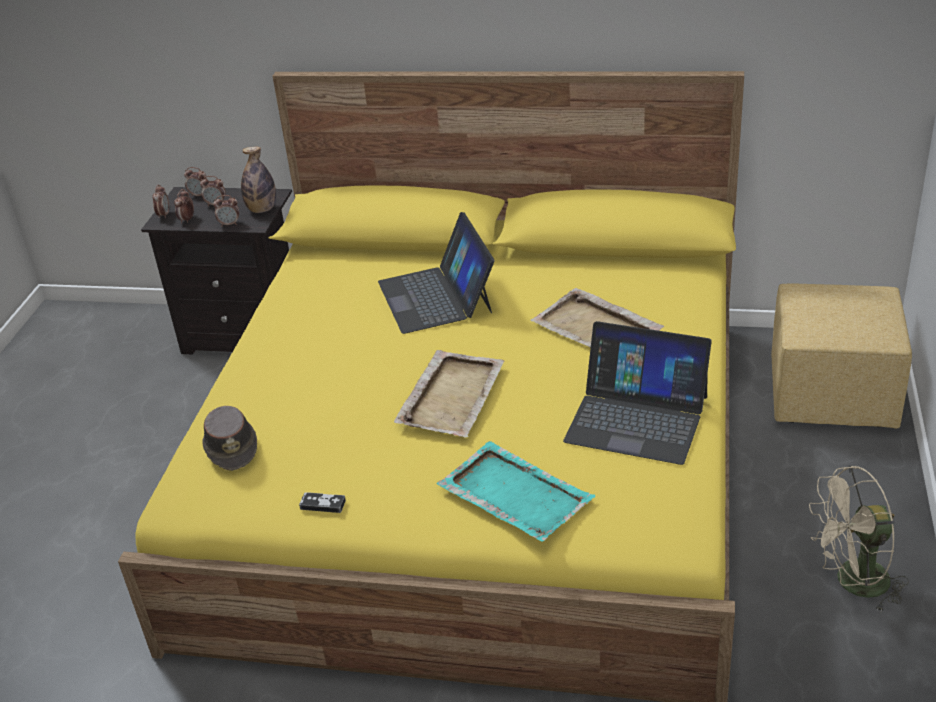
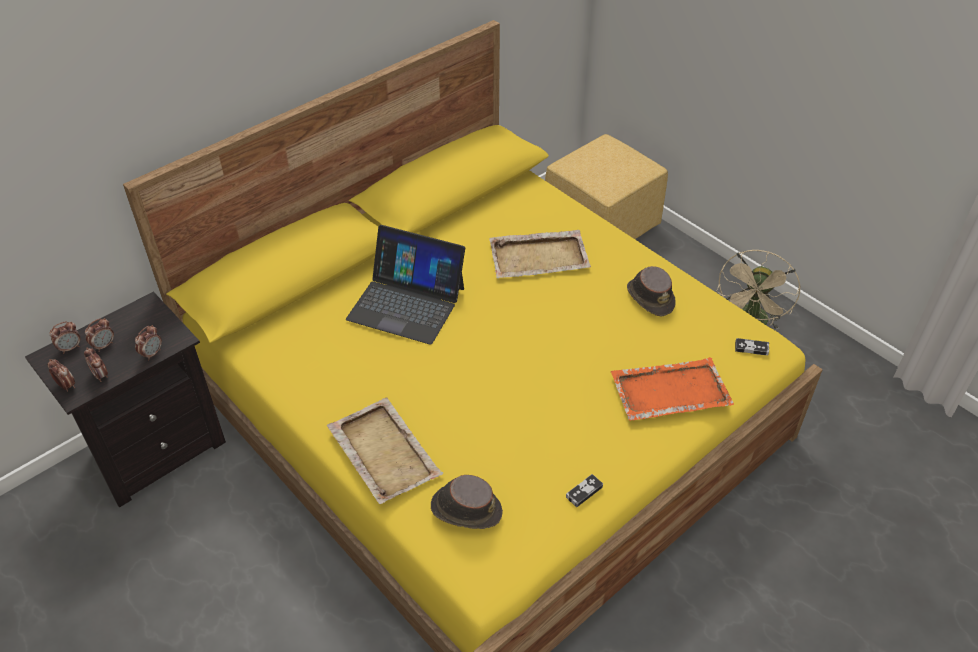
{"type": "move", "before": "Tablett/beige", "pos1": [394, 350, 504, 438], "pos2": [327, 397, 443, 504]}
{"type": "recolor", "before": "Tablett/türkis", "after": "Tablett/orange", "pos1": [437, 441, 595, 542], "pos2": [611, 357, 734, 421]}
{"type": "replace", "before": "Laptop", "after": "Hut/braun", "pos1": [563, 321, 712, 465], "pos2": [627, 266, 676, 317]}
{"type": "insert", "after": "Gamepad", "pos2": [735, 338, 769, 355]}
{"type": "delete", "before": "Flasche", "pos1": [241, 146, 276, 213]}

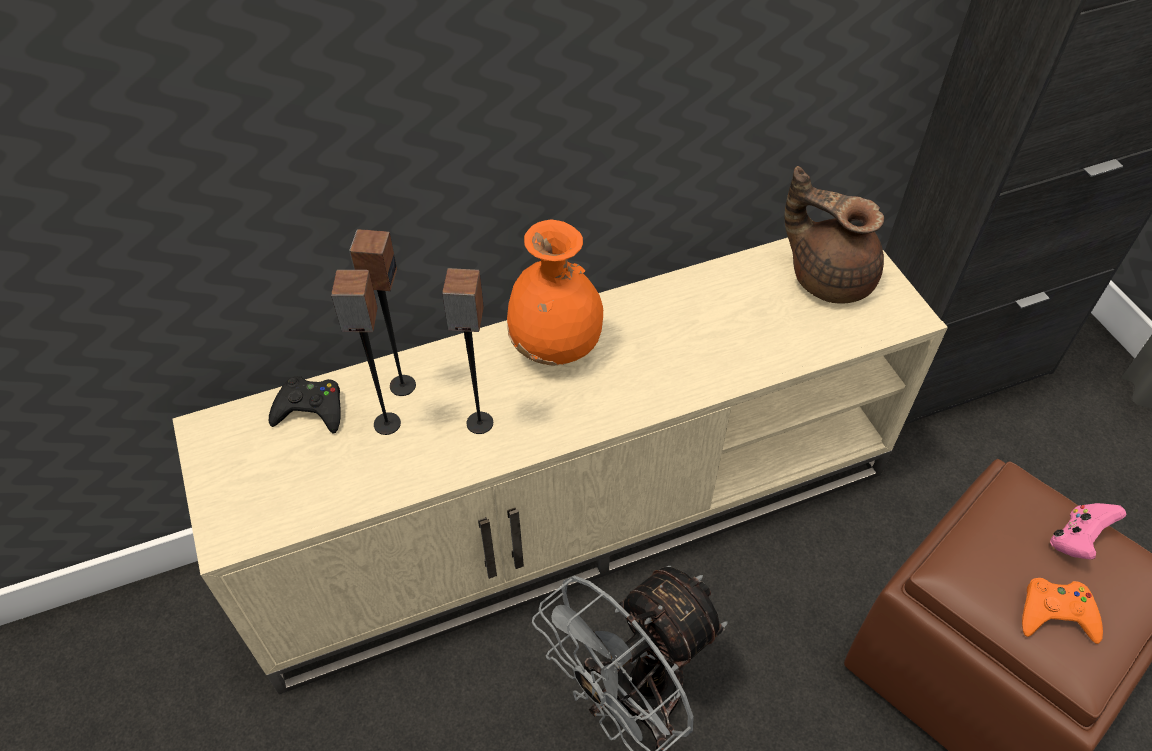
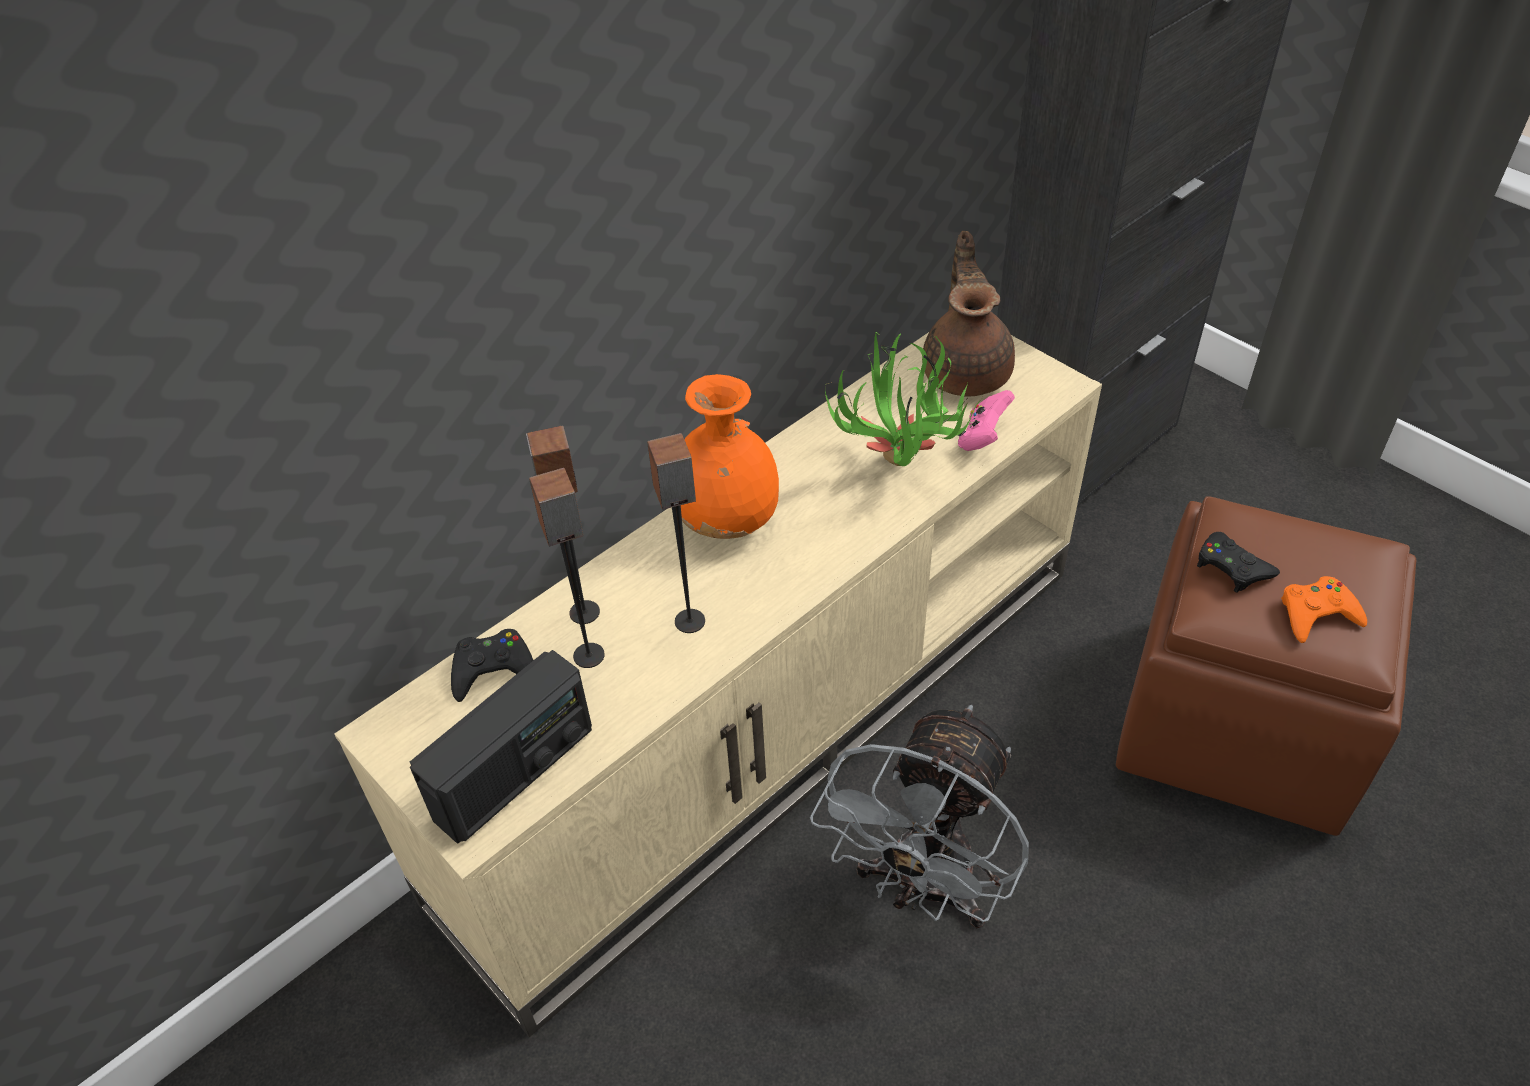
{"type": "insert", "after": "Radio", "pos2": [410, 650, 592, 843]}
{"type": "insert", "after": "Topfpflanze", "pos2": [825, 332, 983, 466]}
{"type": "rotate", "before": "Teekanne/braun", "pos1": [784, 166, 884, 304], "pos2": [922, 231, 1015, 396], "turn": 75}
{"type": "move", "before": "Gamepad/rosa", "pos1": [1050, 503, 1126, 560], "pos2": [958, 390, 1015, 451]}
{"type": "insert", "after": "Gamepad/schwarz", "pos2": [1197, 532, 1280, 593]}

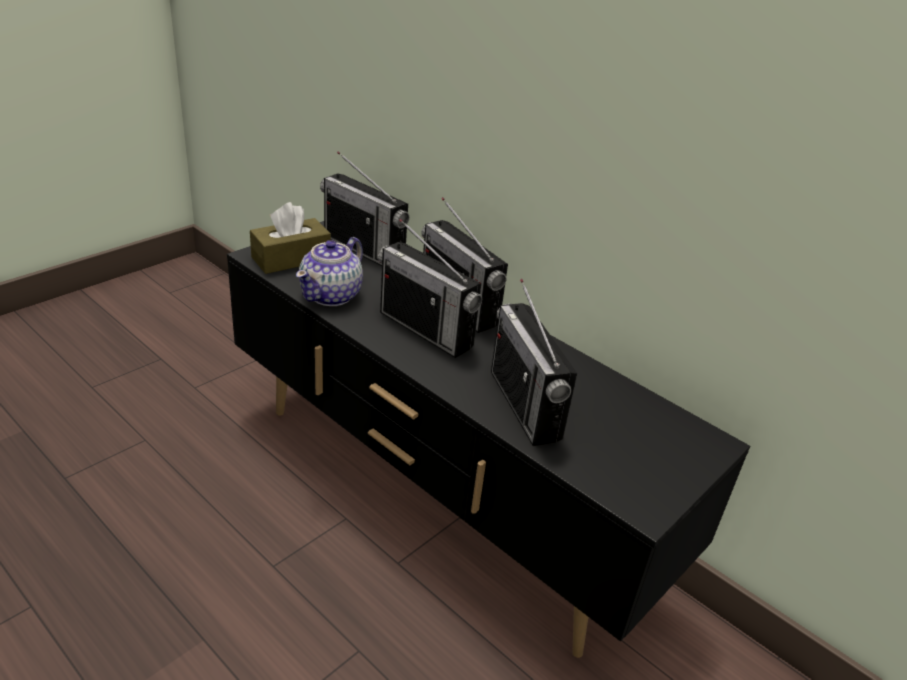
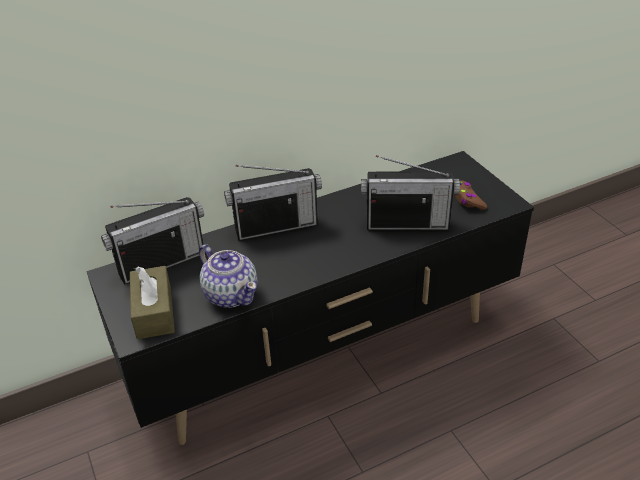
{"type": "insert", "after": "Gamepad/braun", "pos2": [454, 180, 487, 210]}
{"type": "delete", "before": "Radio", "pos1": [378, 219, 482, 358]}

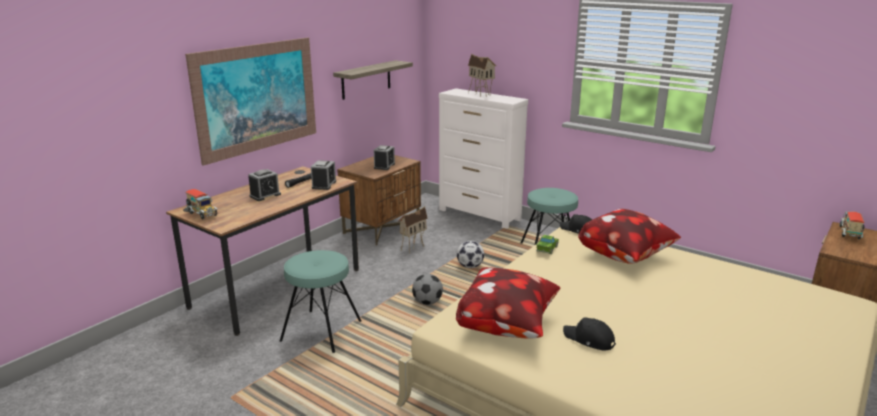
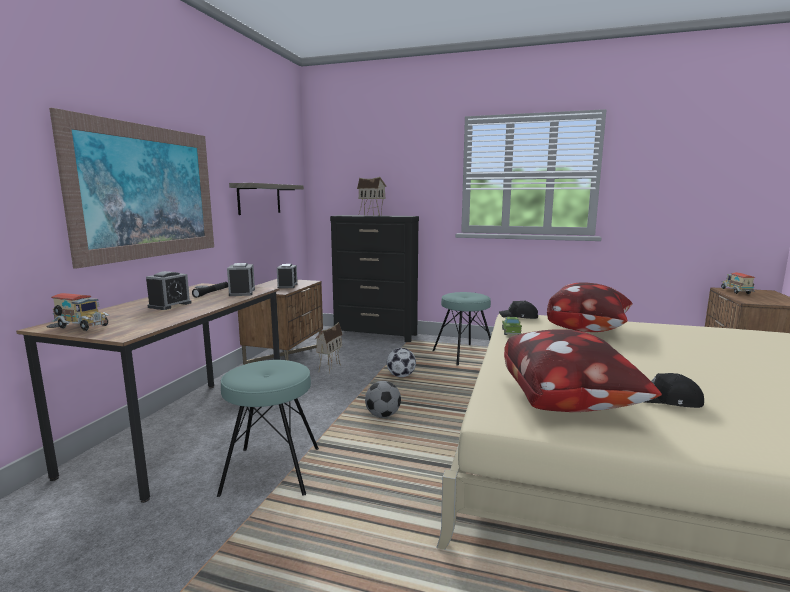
{"type": "recolor", "before": "Kommode/weiß", "after": "Kommode/schwarz", "pos1": [439, 88, 528, 229], "pos2": [330, 215, 419, 342]}

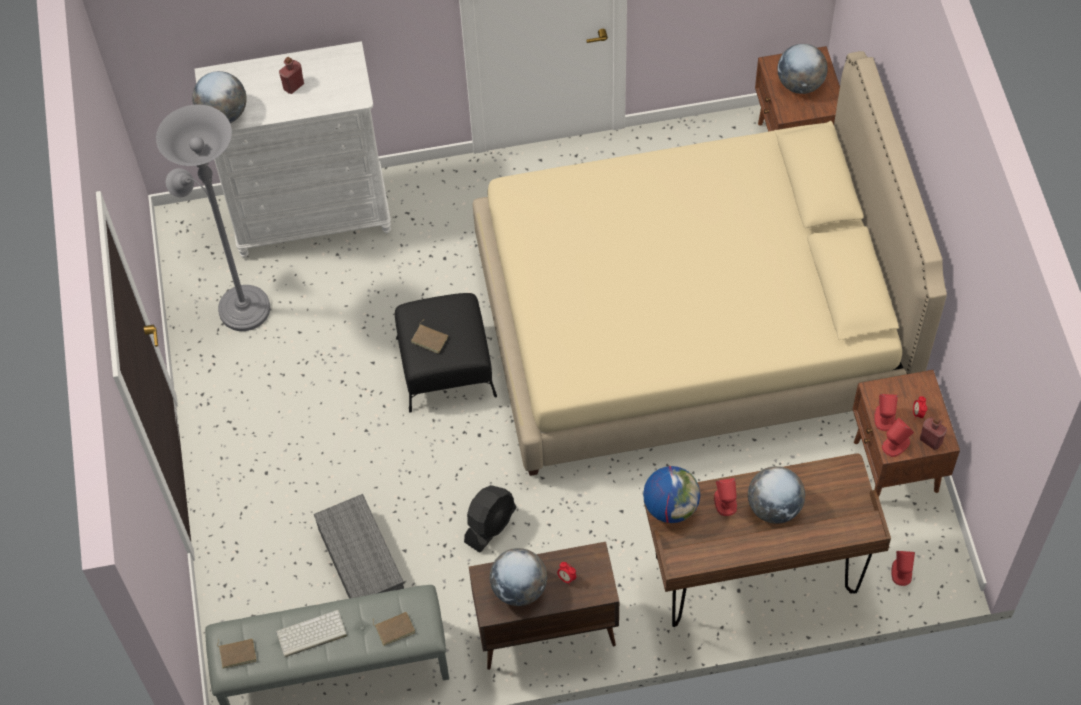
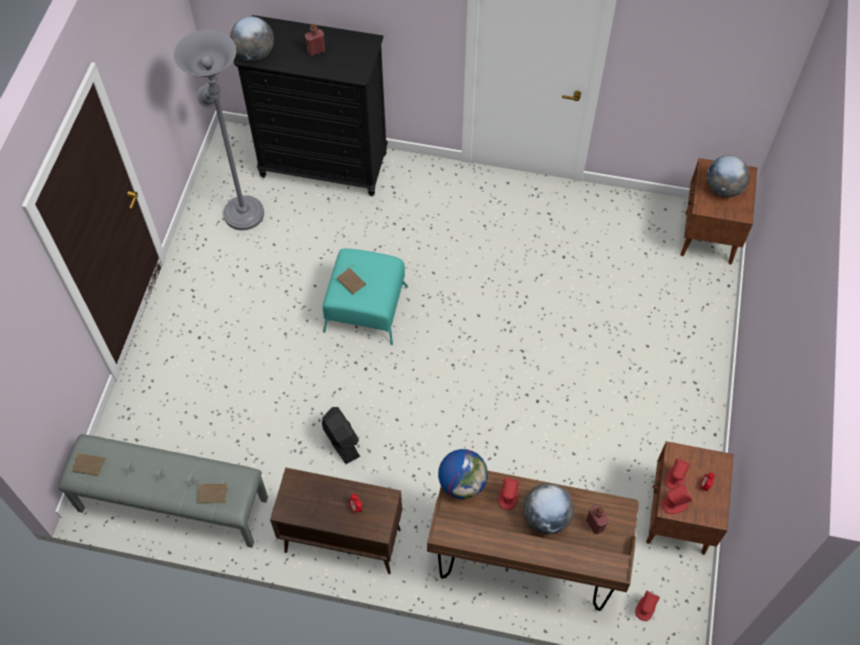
{"type": "recolor", "before": "Kommode/weiß", "after": "Kommode/schwarz", "pos1": [195, 41, 391, 258], "pos2": [234, 15, 388, 196]}
{"type": "rotate", "before": "Ventilator/schwarz", "pos1": [464, 485, 517, 553], "pos2": [322, 407, 360, 464], "turn": -90}
{"type": "recolor", "before": "Polsterhocker/schwarz", "after": "Polsterhocker/türkis", "pos1": [395, 293, 497, 413], "pos2": [323, 248, 408, 345]}
{"type": "move", "before": "Flasche/rot", "pos1": [920, 417, 947, 450], "pos2": [586, 505, 609, 534]}
{"type": "delete", "before": "Tastatur", "pos1": [276, 610, 347, 657]}
{"type": "delete", "before": "Aufbewahrungsbox/grau", "pos1": [314, 494, 404, 599]}
{"type": "delete", "before": "Bett/beige", "pos1": [472, 51, 947, 476]}
{"type": "delete", "before": "Globus", "pos1": [490, 548, 547, 606]}

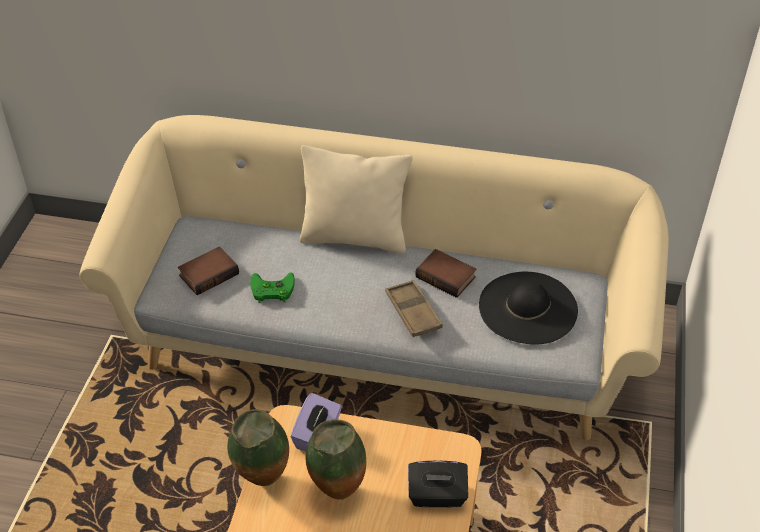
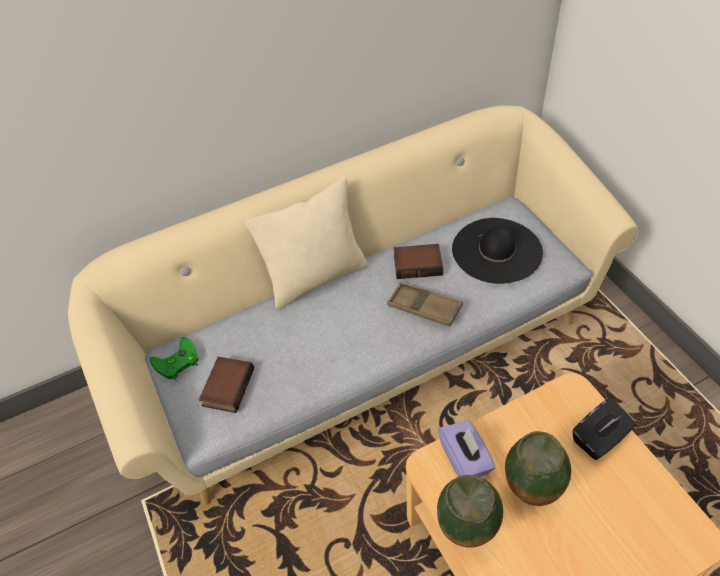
{"type": "move", "before": "Gamepad/grün", "pos1": [250, 272, 295, 303], "pos2": [150, 337, 198, 380]}

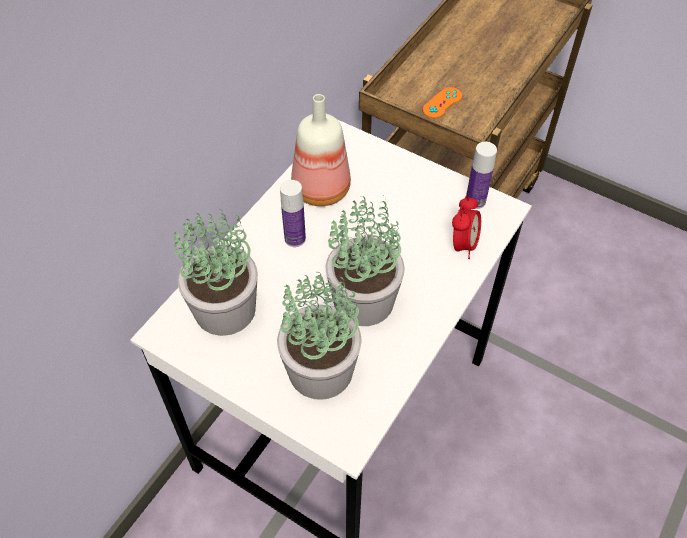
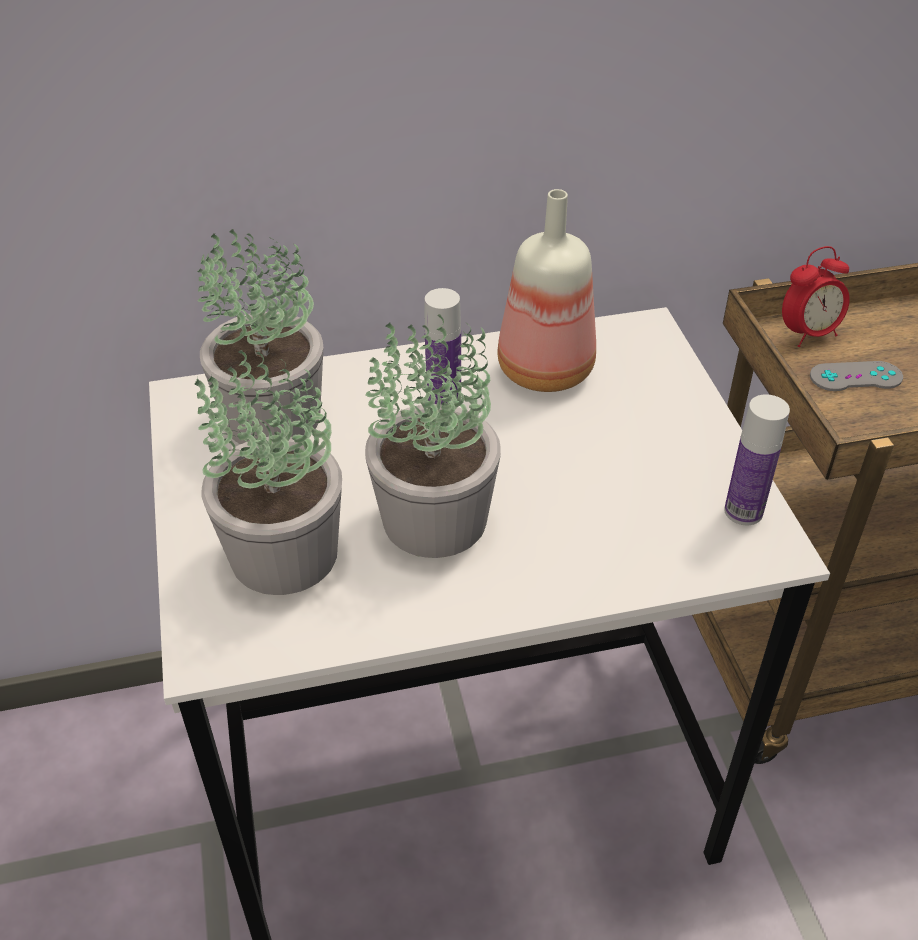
{"type": "move", "before": "Wecker", "pos1": [452, 196, 481, 259], "pos2": [782, 246, 850, 348]}
{"type": "recolor", "before": "Gamepad/orange", "after": "Gamepad/grau", "pos1": [422, 87, 462, 118], "pos2": [810, 361, 903, 391]}

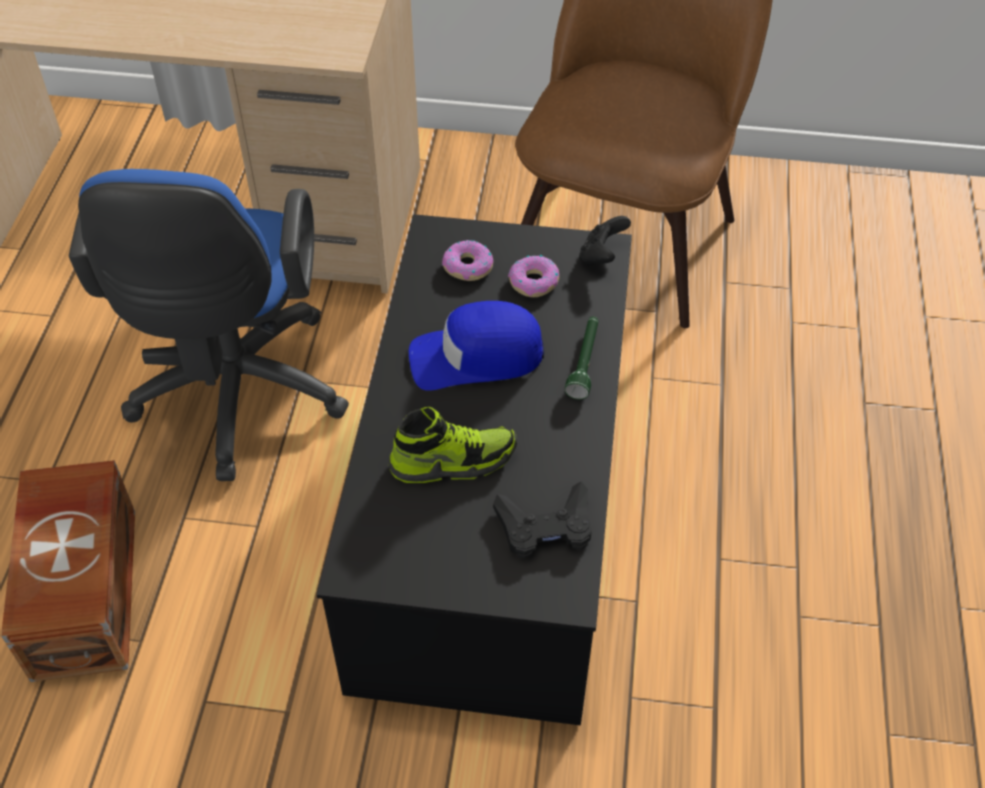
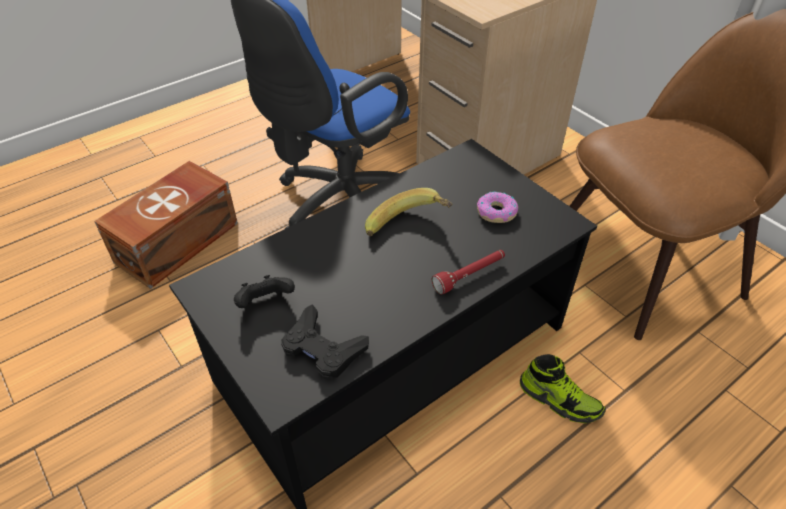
{"type": "move", "before": "Gamepad/schwarz", "pos1": [579, 216, 631, 266], "pos2": [234, 275, 295, 308]}
{"type": "replace", "before": "Kappe/blau", "after": "Banane", "pos1": [409, 301, 544, 391], "pos2": [365, 188, 453, 236]}
{"type": "recolor", "before": "Taschenlampe/grün", "after": "Taschenlampe/rot", "pos1": [565, 317, 598, 400], "pos2": [432, 250, 505, 295]}
{"type": "move", "before": "Schuh", "pos1": [388, 407, 517, 483], "pos2": [520, 354, 606, 423]}
{"type": "delete", "before": "Donut", "pos1": [442, 240, 493, 281]}

